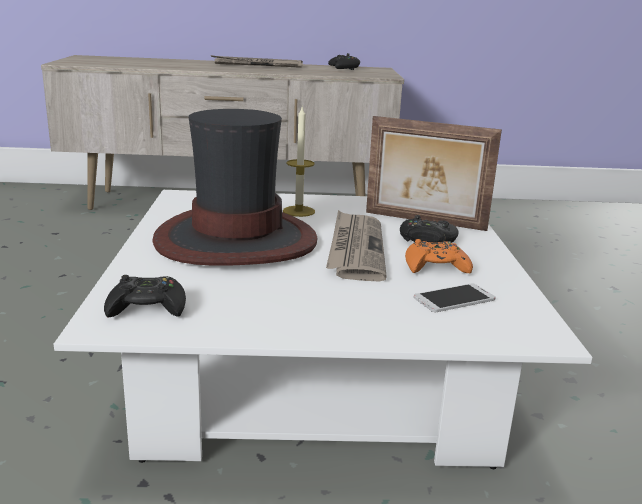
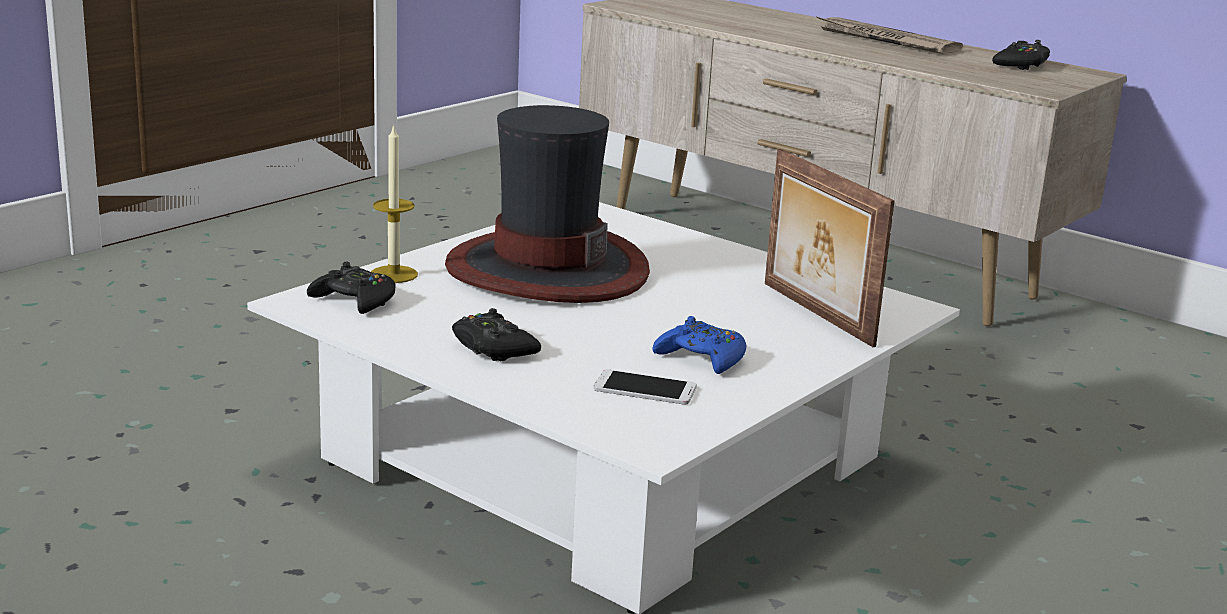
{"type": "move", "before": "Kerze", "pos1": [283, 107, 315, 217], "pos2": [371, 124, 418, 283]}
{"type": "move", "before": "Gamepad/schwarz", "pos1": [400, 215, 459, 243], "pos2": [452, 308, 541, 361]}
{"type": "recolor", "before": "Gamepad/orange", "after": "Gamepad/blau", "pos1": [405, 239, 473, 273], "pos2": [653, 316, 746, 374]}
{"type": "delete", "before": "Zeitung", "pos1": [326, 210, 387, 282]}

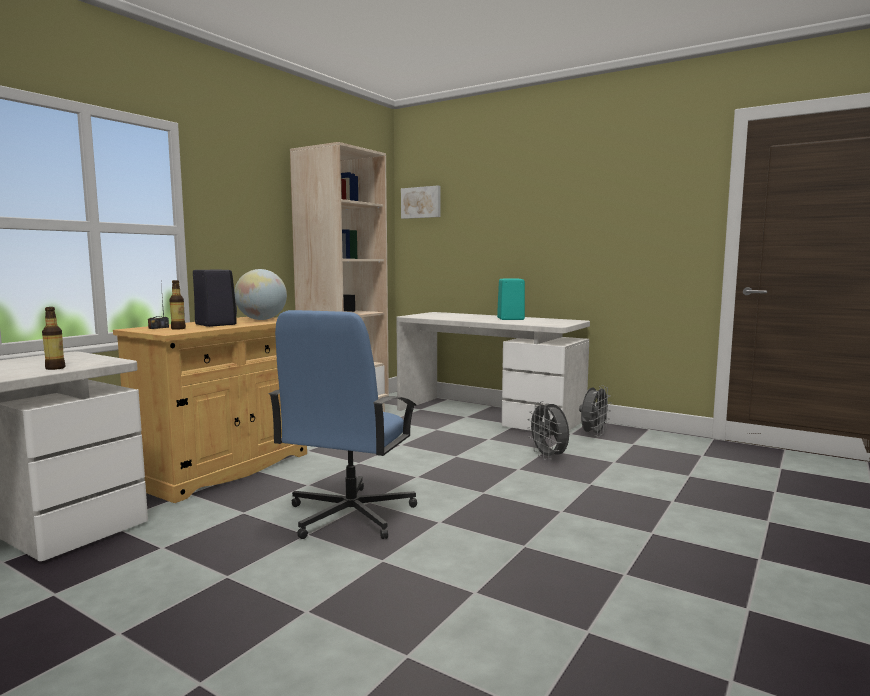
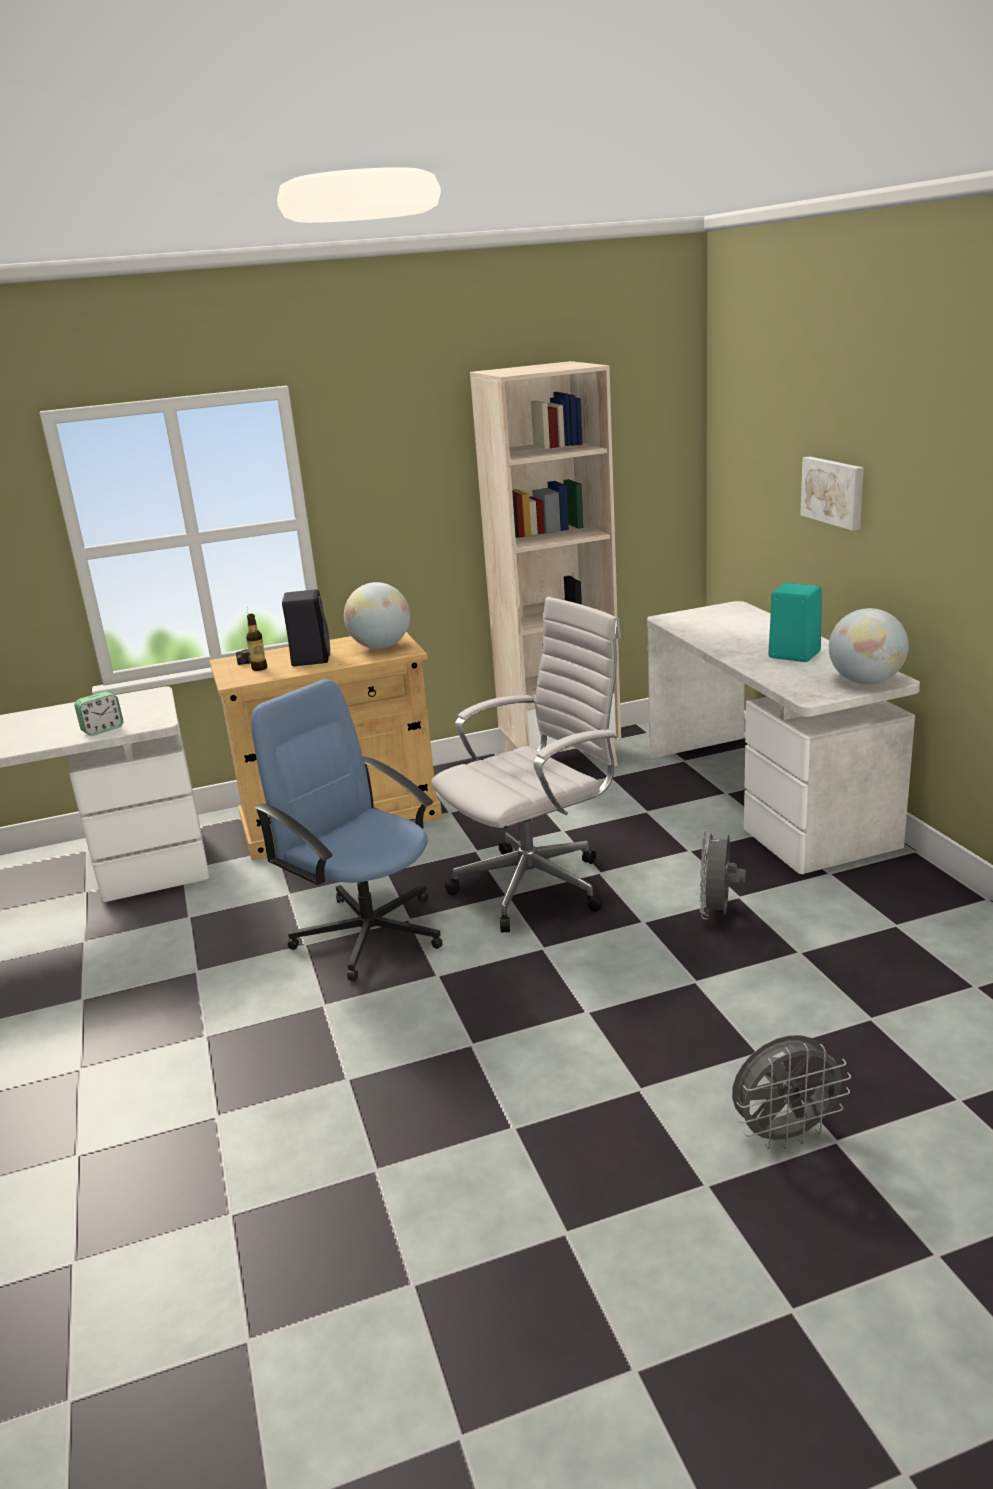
{"type": "replace", "before": "Flasche", "after": "Wecker", "pos1": [42, 307, 65, 370], "pos2": [74, 691, 124, 736]}
{"type": "rotate", "before": "Bürostuhl/blau", "pos1": [269, 310, 417, 539], "pos2": [251, 679, 442, 981], "turn": 75}
{"type": "insert", "after": "Bürostuhl/weiß", "pos2": [431, 597, 621, 932]}
{"type": "move", "before": "Ventilator/grau", "pos1": [579, 385, 611, 437], "pos2": [732, 1035, 851, 1149]}
{"type": "move", "before": "Bild", "pos1": [401, 185, 440, 219], "pos2": [800, 456, 864, 531]}
{"type": "insert", "after": "Globus", "pos2": [829, 608, 909, 684]}

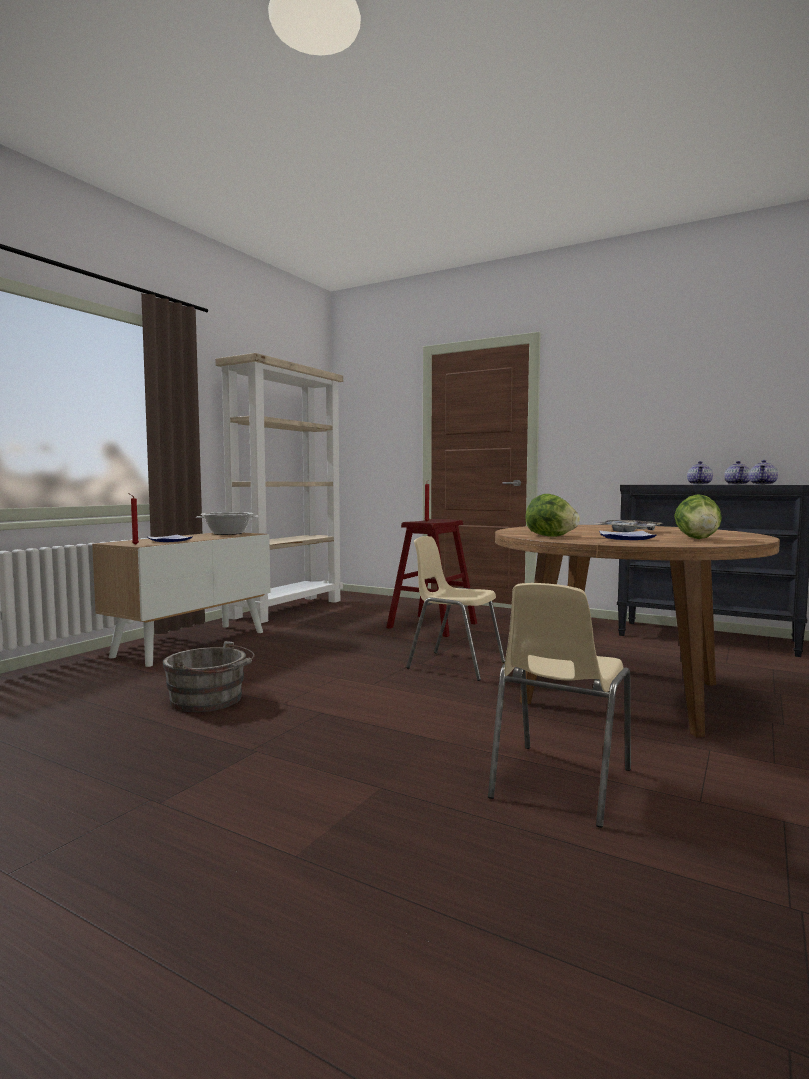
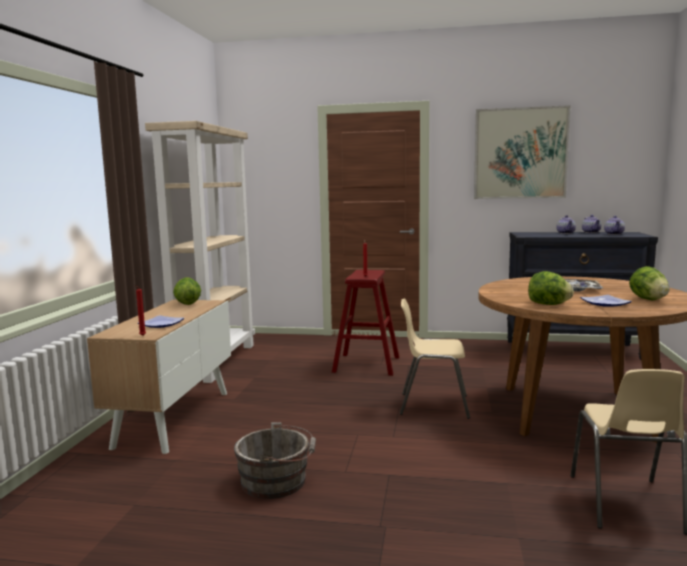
{"type": "replace", "before": "Kochtopf", "after": "Salatkopf", "pos1": [196, 512, 259, 535], "pos2": [173, 277, 201, 305]}
{"type": "insert", "after": "Bild", "pos2": [474, 105, 570, 199]}

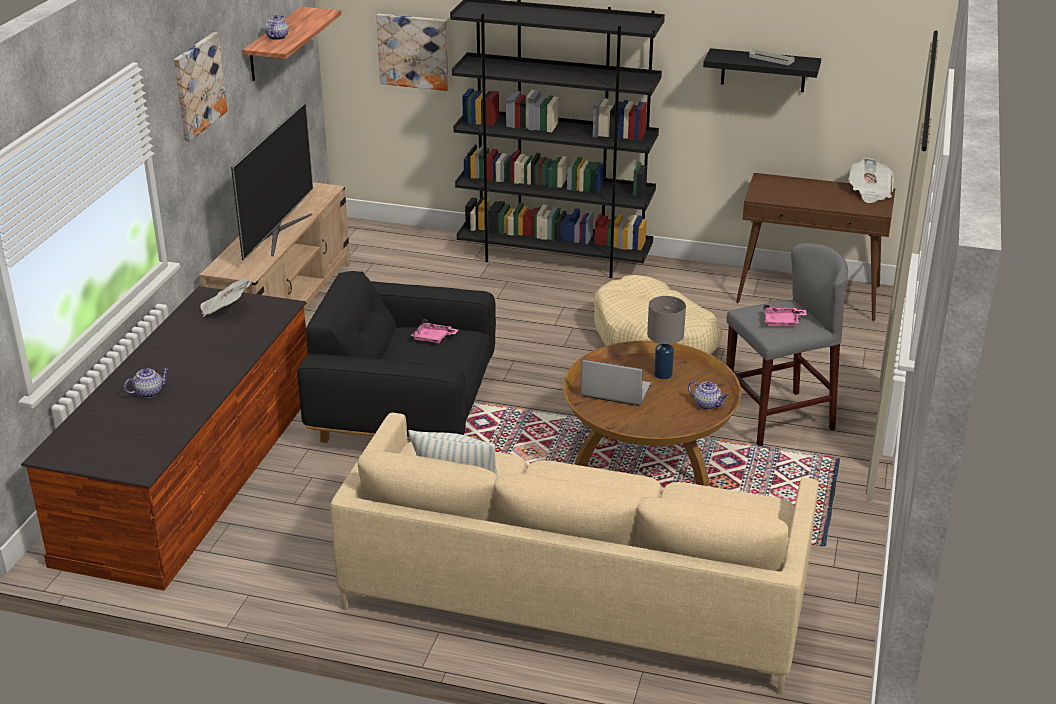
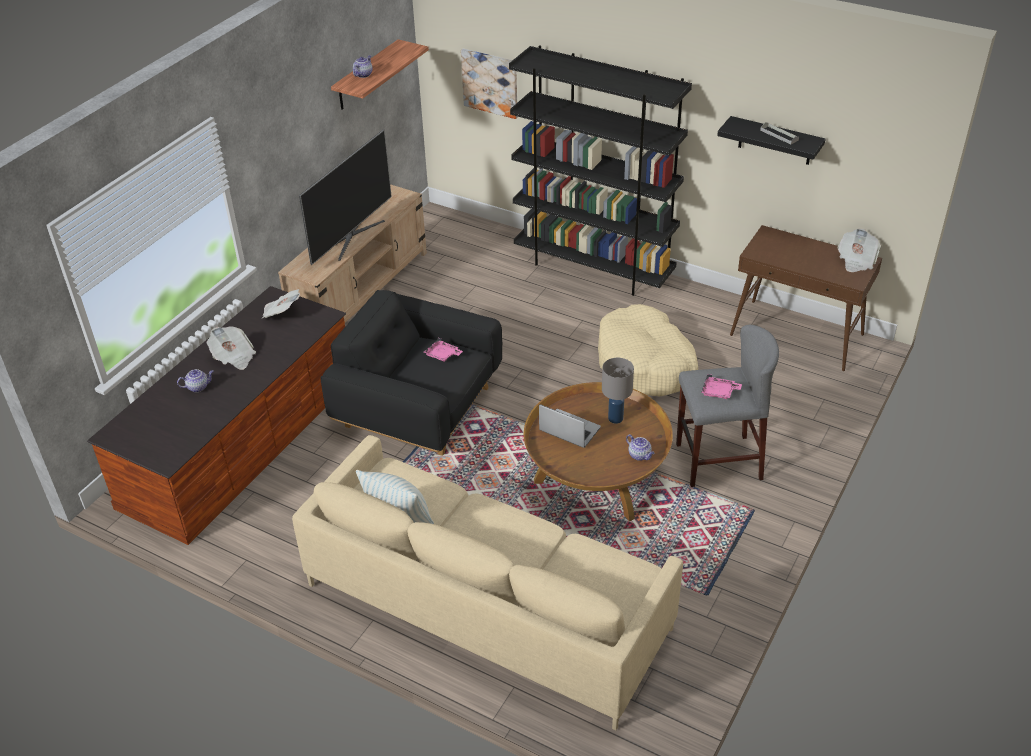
{"type": "insert", "after": "Zeitung", "pos2": [207, 326, 256, 370]}
{"type": "delete", "before": "Bild", "pos1": [174, 32, 227, 142]}

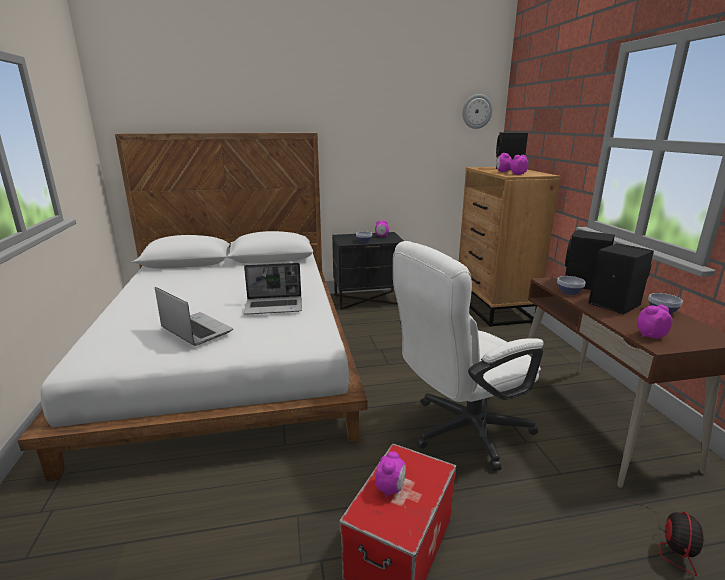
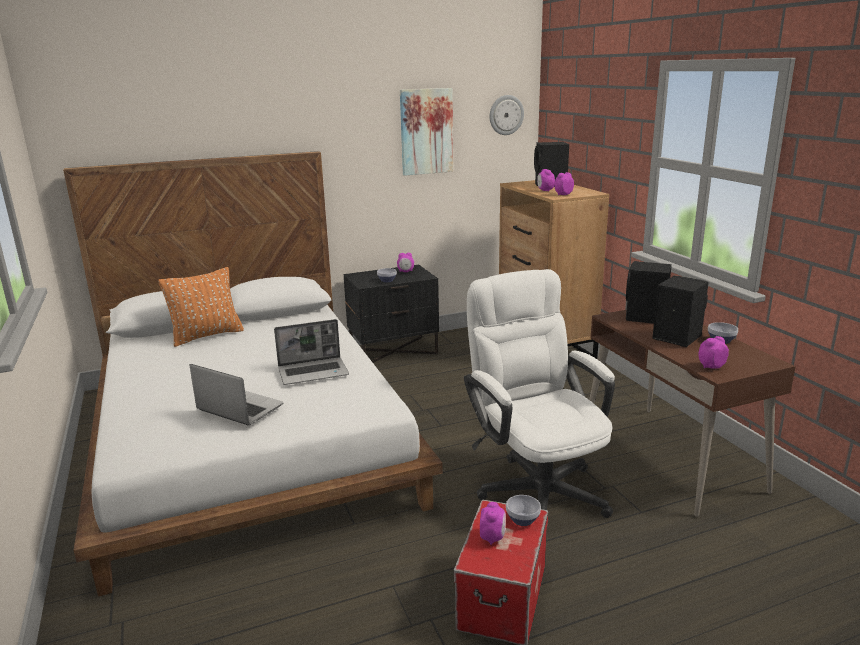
{"type": "insert", "after": "Kissen/orange", "pos2": [158, 267, 244, 347]}
{"type": "insert", "after": "Bild", "pos2": [400, 88, 453, 176]}
{"type": "rotate", "before": "Bürostuhl/weiß", "pos1": [393, 241, 543, 471], "pos2": [464, 269, 615, 518], "turn": 105}
{"type": "move", "before": "Schüssel", "pos1": [557, 276, 586, 295], "pos2": [506, 495, 541, 526]}
{"type": "delete", "before": "Ventilator", "pos1": [572, 499, 703, 576]}

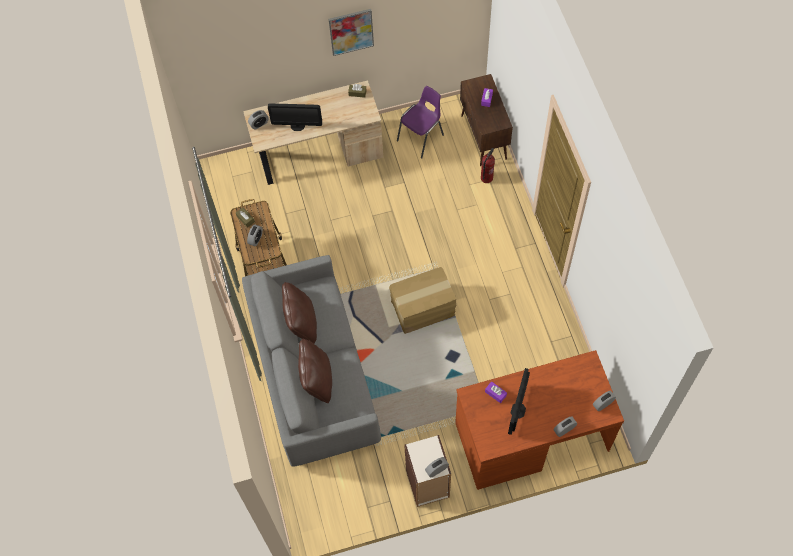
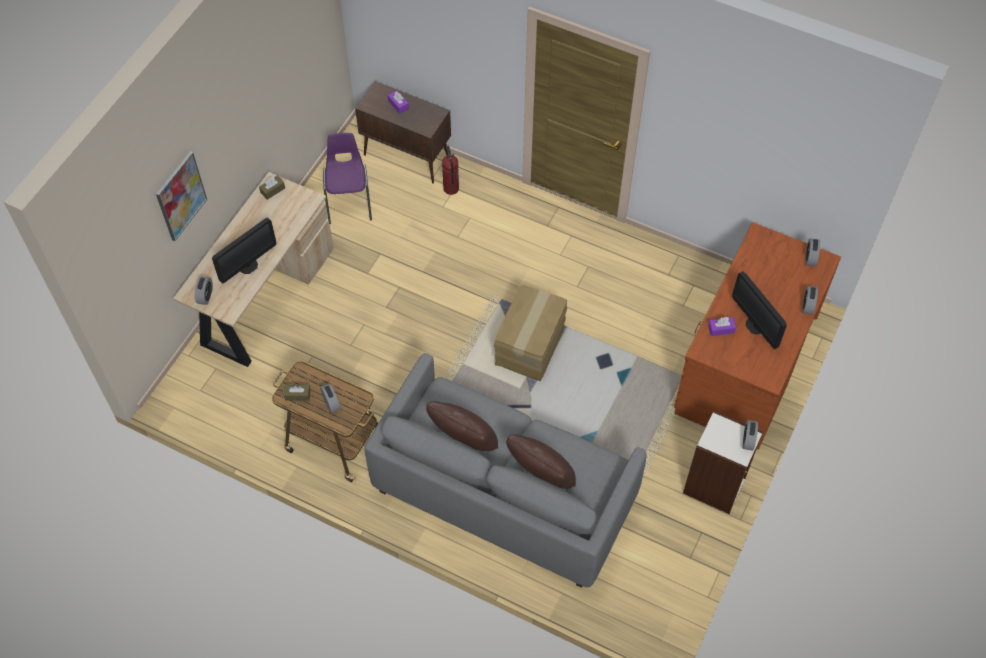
{"type": "move", "before": "Bild", "pos1": [329, 9, 374, 56], "pos2": [156, 151, 207, 241]}

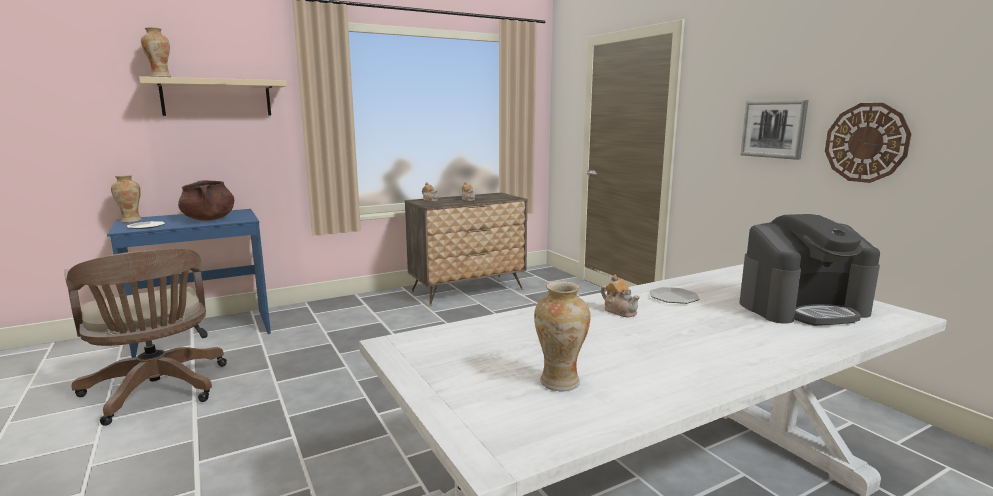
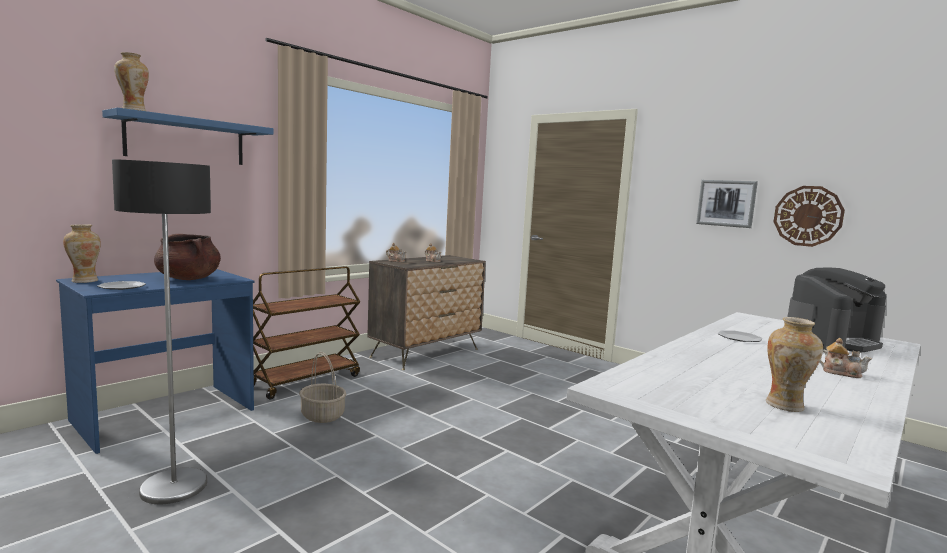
{"type": "recolor", "before": "Wandregal/beige", "after": "Wandregal/blau", "pos1": [139, 76, 287, 116], "pos2": [102, 108, 274, 165]}
{"type": "replace", "before": "Bürostuhl/braun", "after": "Stehlampe", "pos1": [64, 249, 227, 426], "pos2": [112, 159, 211, 504]}
{"type": "insert", "after": "Rollwagen/braun", "pos2": [253, 266, 360, 400]}
{"type": "insert", "after": "Korb", "pos2": [299, 352, 346, 423]}
{"type": "move", "before": "Teekanne", "pos1": [601, 275, 640, 317], "pos2": [820, 338, 873, 378]}

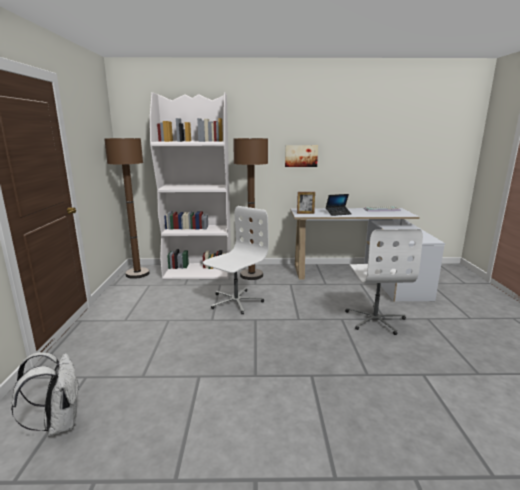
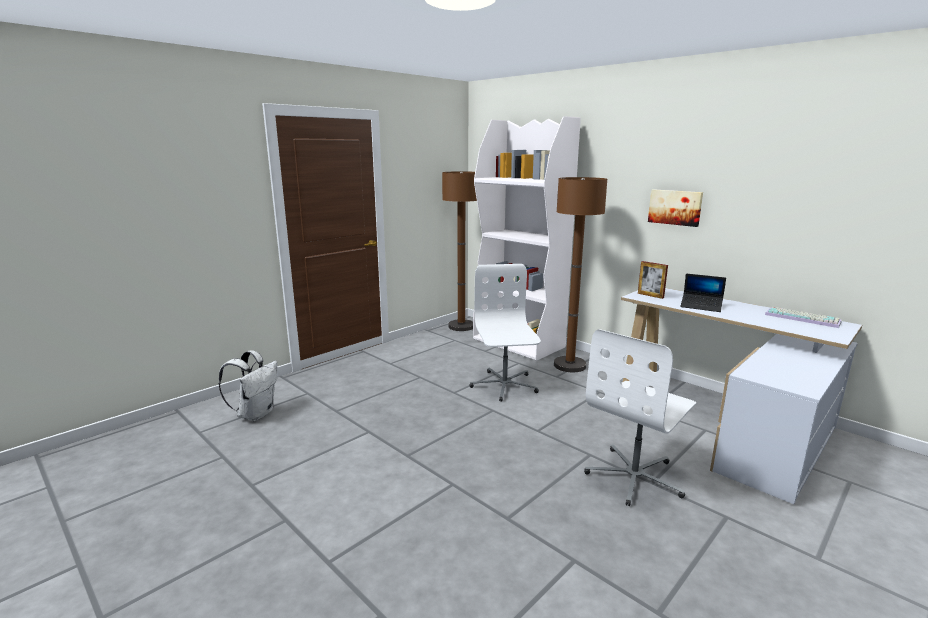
{"type": "rotate", "before": "Bürostuhl/weiß", "pos1": [203, 206, 269, 314], "pos2": [469, 264, 541, 402], "turn": -90}

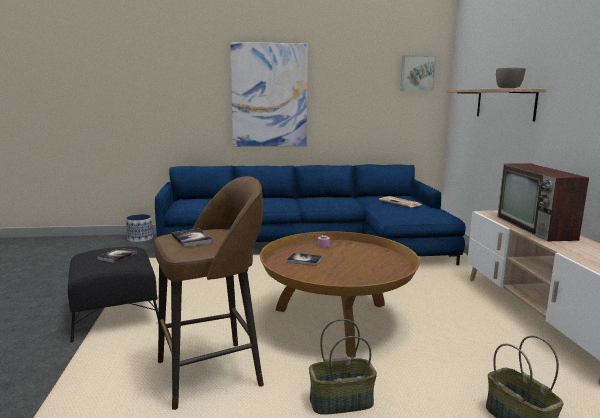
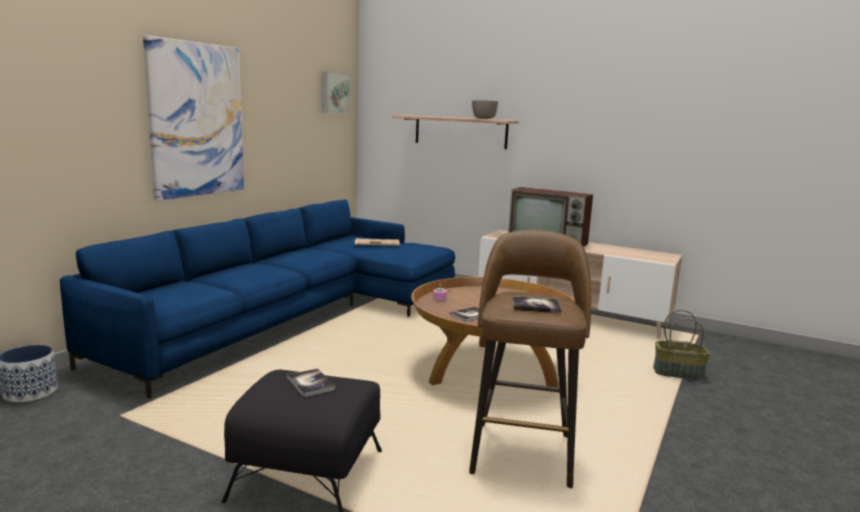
{"type": "delete", "before": "Korb", "pos1": [309, 319, 377, 415]}

